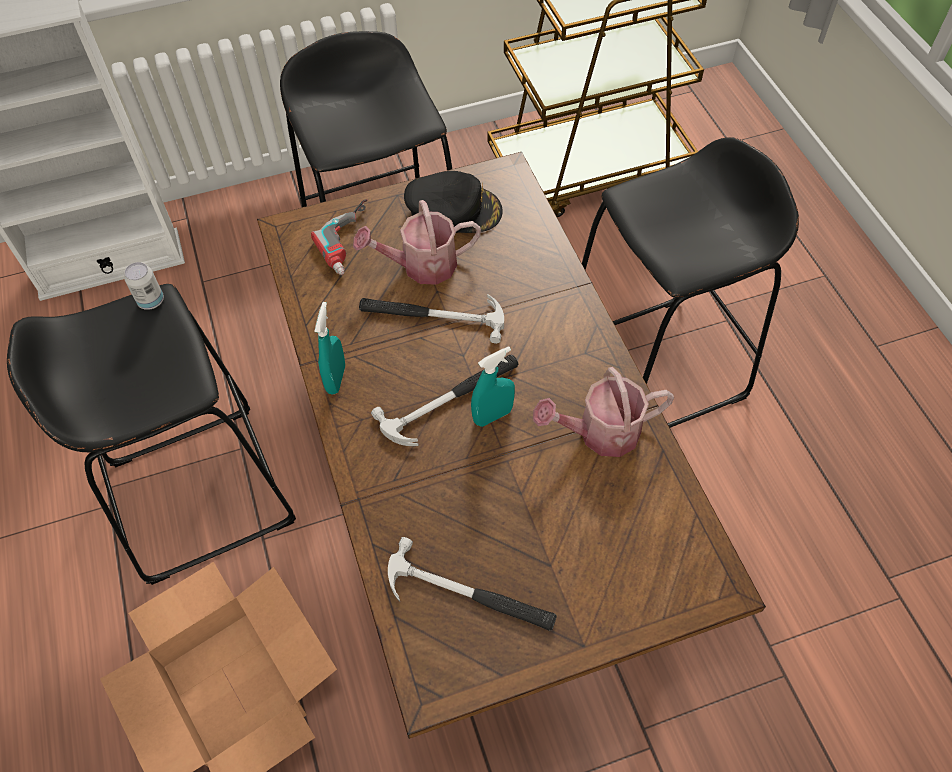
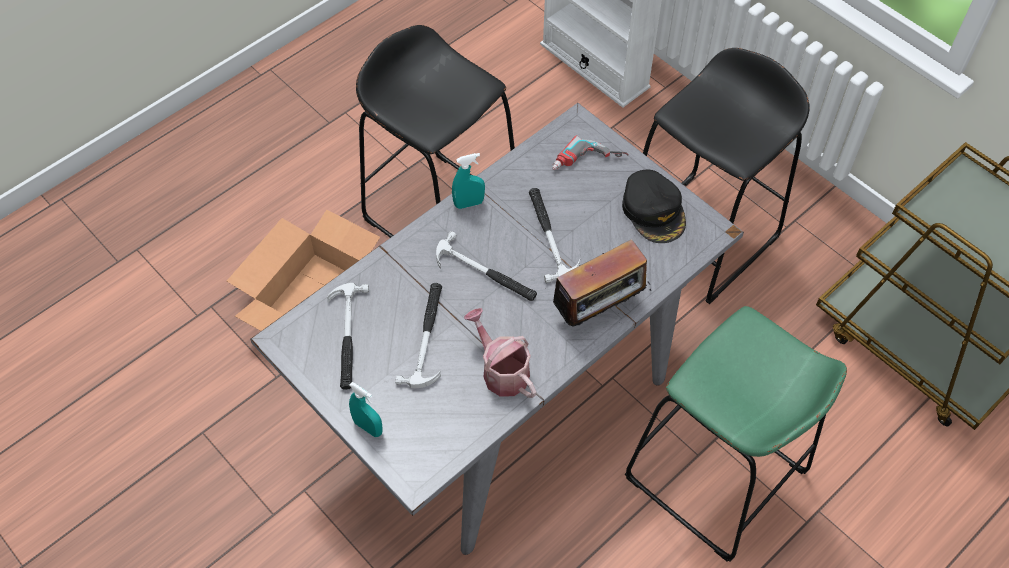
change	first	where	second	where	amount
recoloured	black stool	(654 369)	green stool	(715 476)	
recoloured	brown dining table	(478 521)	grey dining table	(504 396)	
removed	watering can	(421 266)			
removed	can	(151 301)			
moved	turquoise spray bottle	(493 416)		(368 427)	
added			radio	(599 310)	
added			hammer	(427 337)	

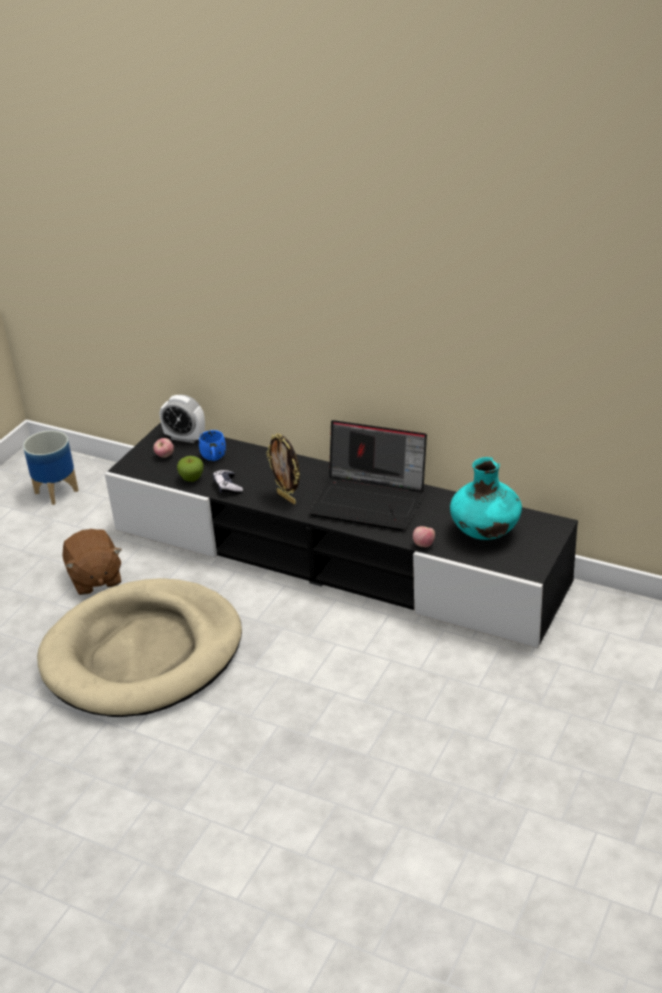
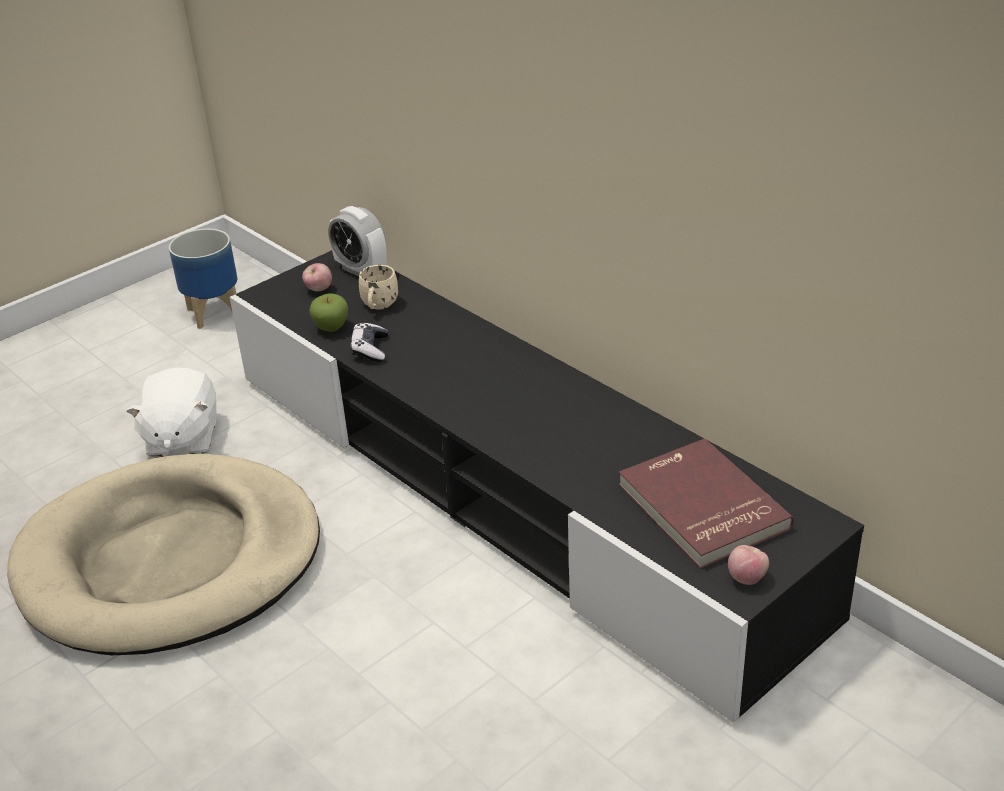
change	first	where	second	where	amount
removed	laptop	(371 500)			
recoloured	blue mug	(214 458)	beige mug	(378 306)	
removed	picture frame	(287 498)			
replaced	turquoise vase	(485 532)	red book	(700 507)	
moved	apple	(424 544)		(746 578)	
recoloured	brown plush toy	(95 578)	white plush toy	(182 438)	

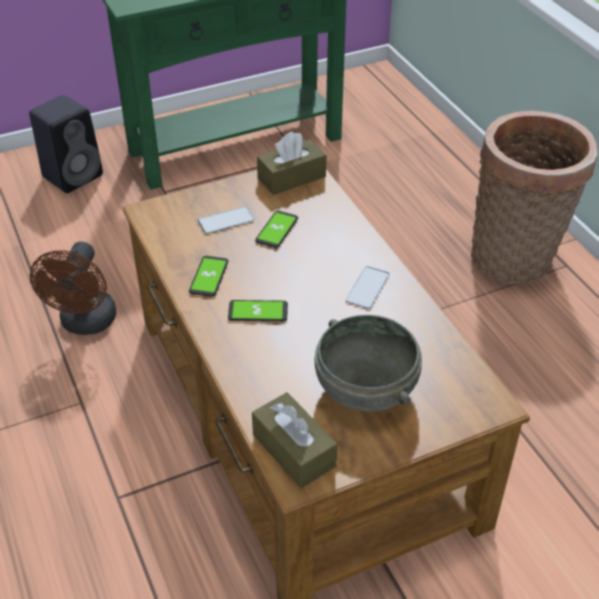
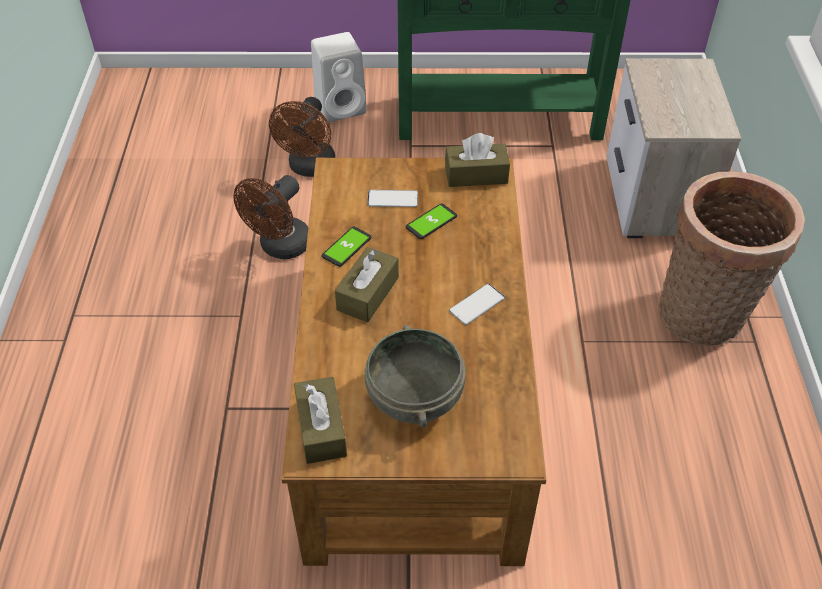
change	first	where	second	where	amount
recoloured	black speaker	(74 175)	white speaker	(342 107)	
replaced	phone	(258 312)	brown tissue box	(368 293)	
added			nightstand	(654 198)	
added			brown fan	(310 168)	

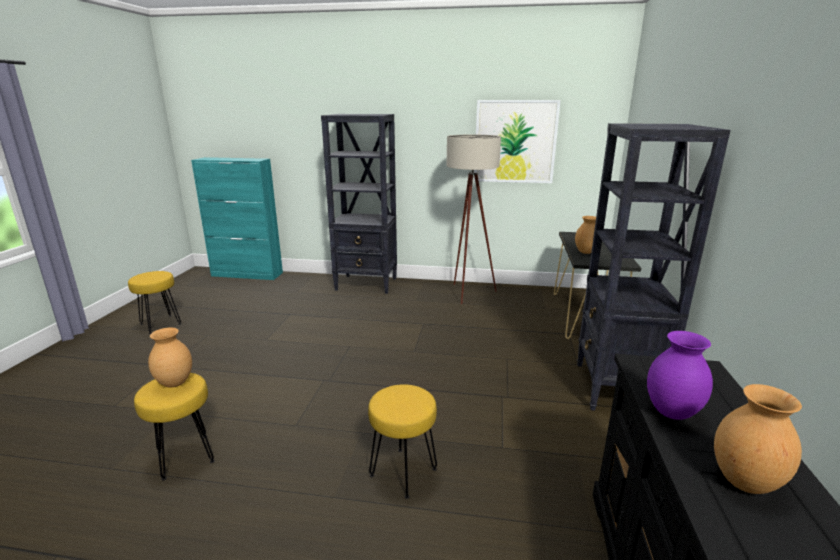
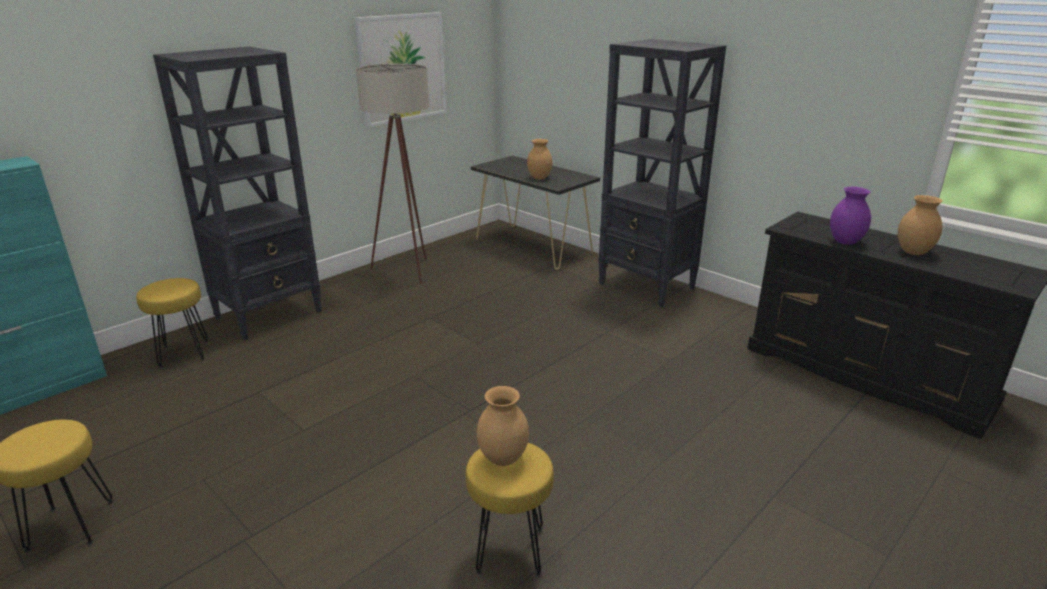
change	first	where	second	where	amount
moved	yellow stool	(403 473)		(184 353)	

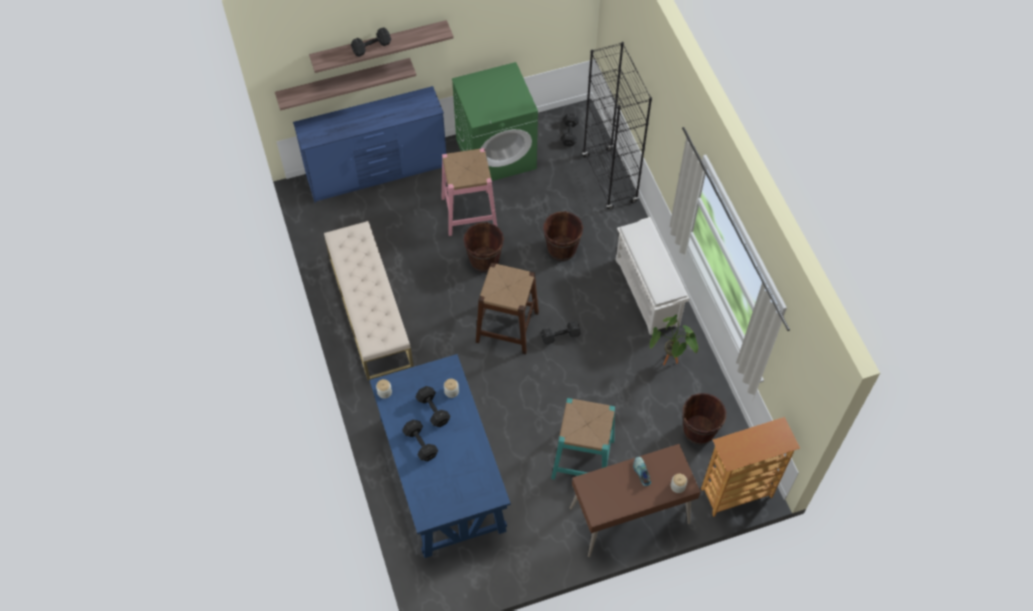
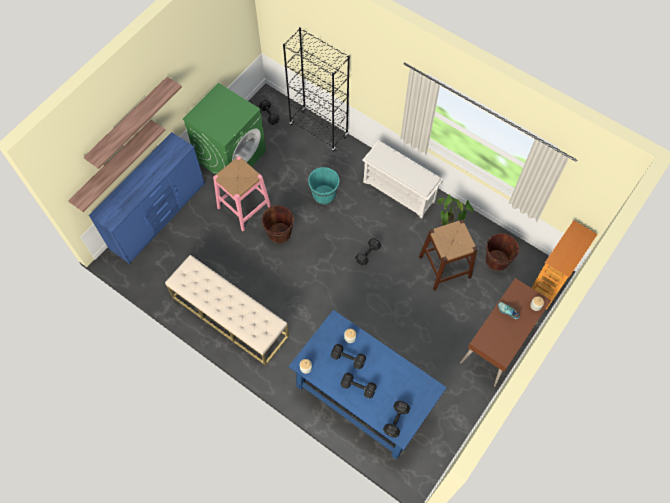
change	first	where	second	where	amount
moved	black dumbbell	(372 47)		(396 420)	
recoloured	brown bucket	(562 249)	turquoise bucket	(324 195)	
moved	brown stool	(507 327)		(444 267)	
removed	turquoise stool	(583 459)			

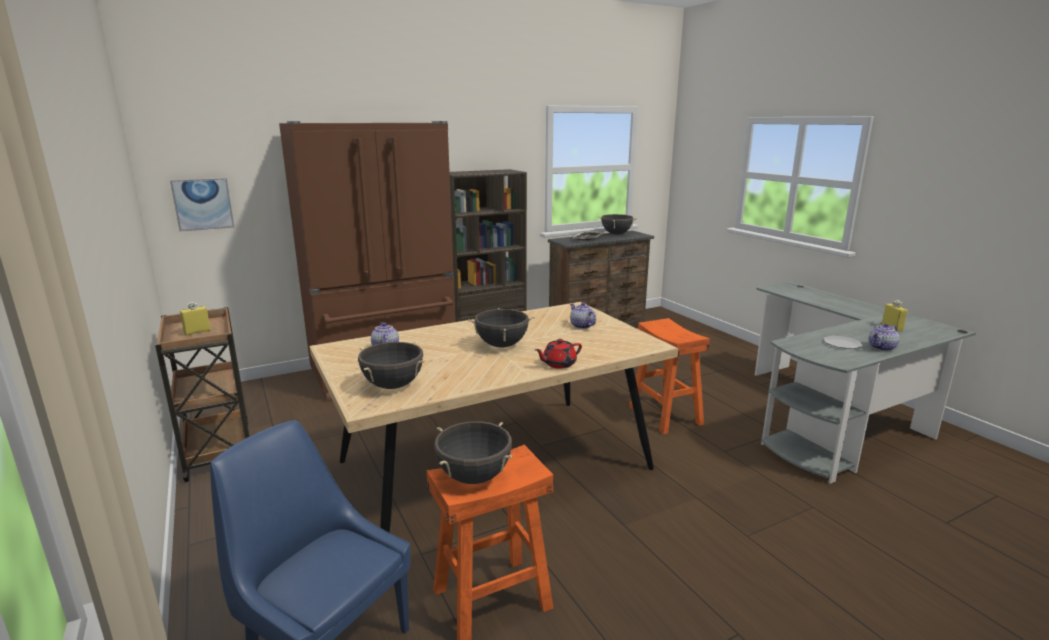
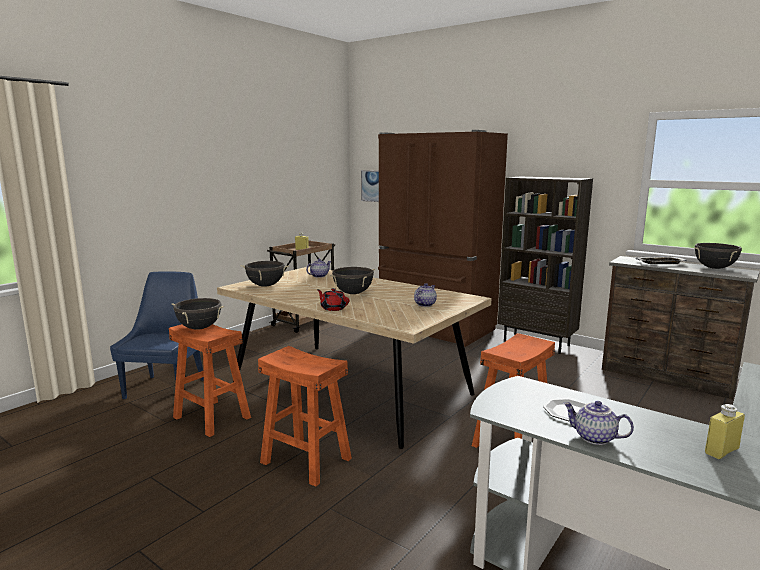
change	first	where	second	where	amount
added			orange stool	(305 460)	

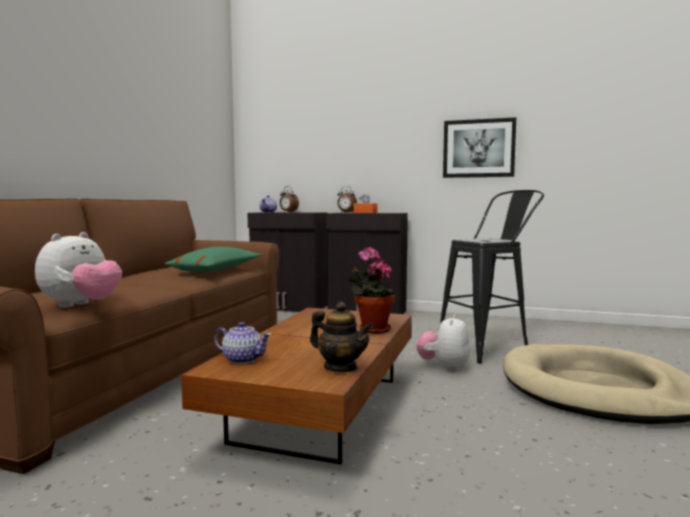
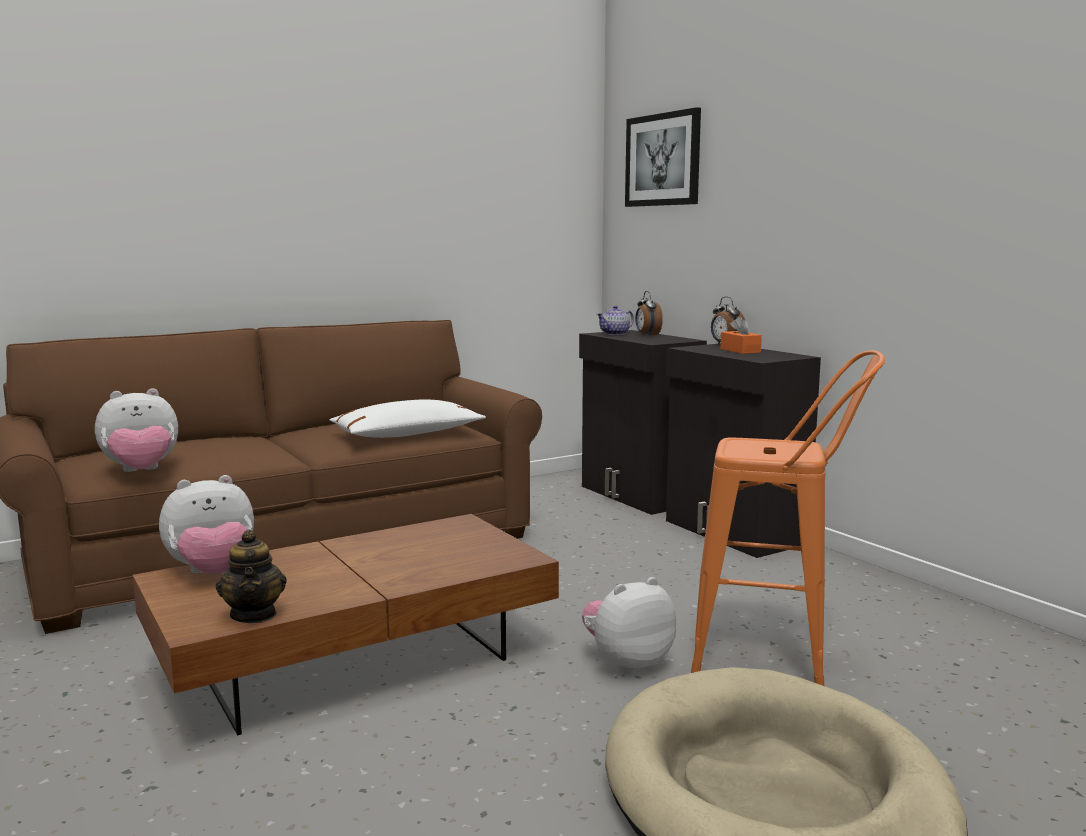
change	first	where	second	where	amount
moved	picture	(478 148)		(663 160)	
recoloured	black stool	(489 349)	orange stool	(777 658)	
recoloured	green pillow	(216 270)	white pillow	(407 435)	
removed	potted plant	(371 329)			
replaced	teapot	(242 359)	plush toy	(212 573)	

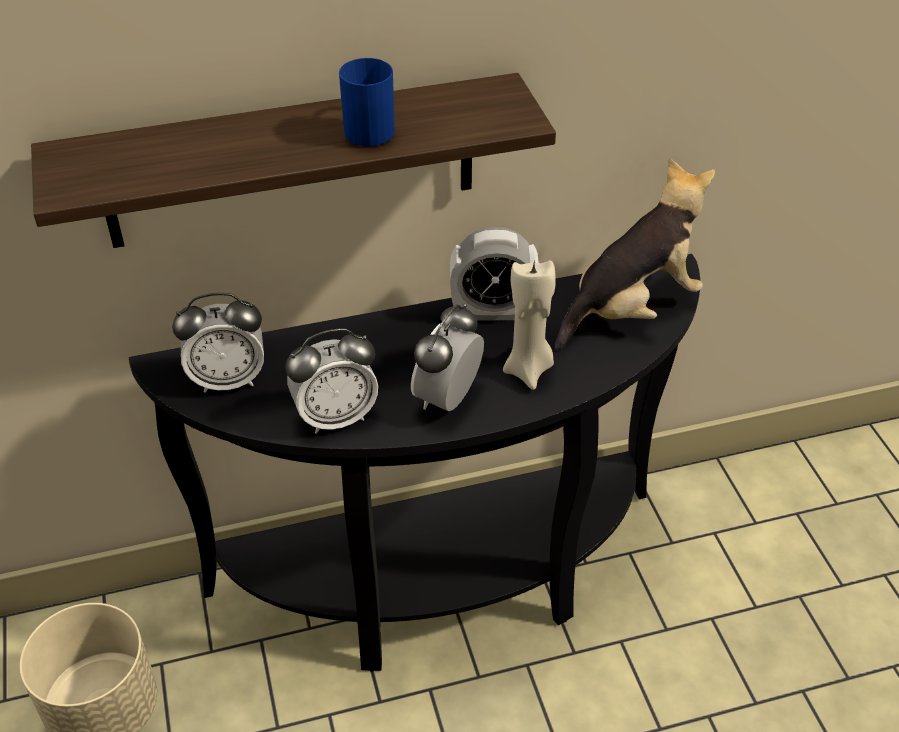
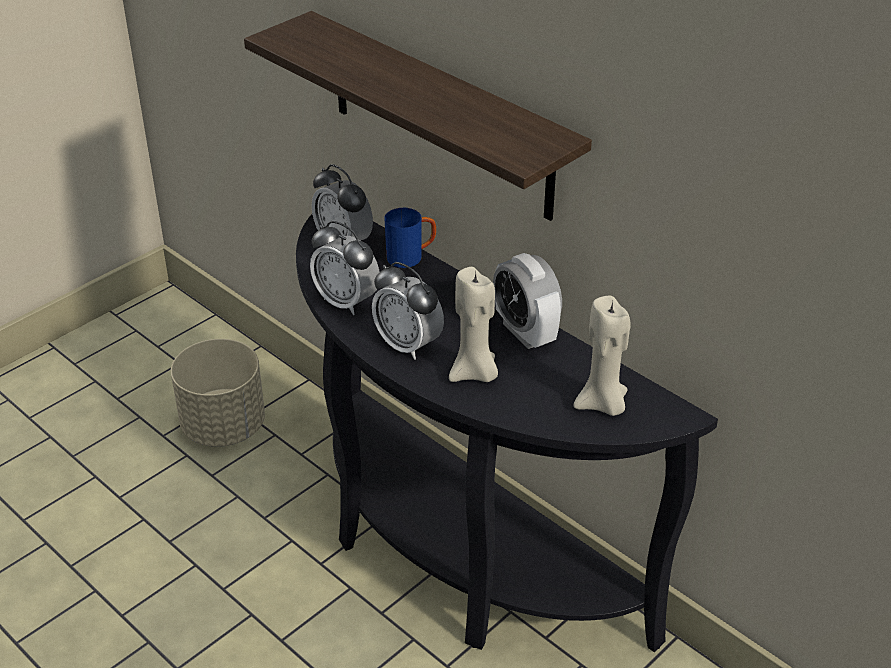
change	first	where	second	where	amount
moved	blue mug	(372 128)		(411 257)	
replaced	plush toy	(631 308)	beige candle	(602 405)	
turned	alarm clock	(448 398)		(408 345)	135 degrees counterclockwise

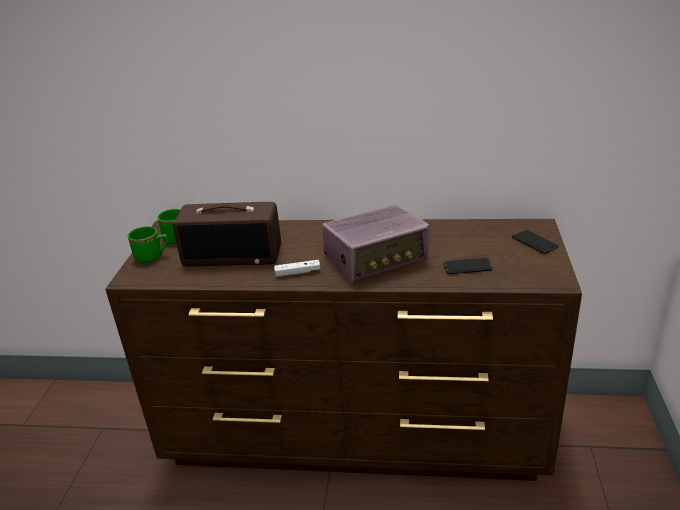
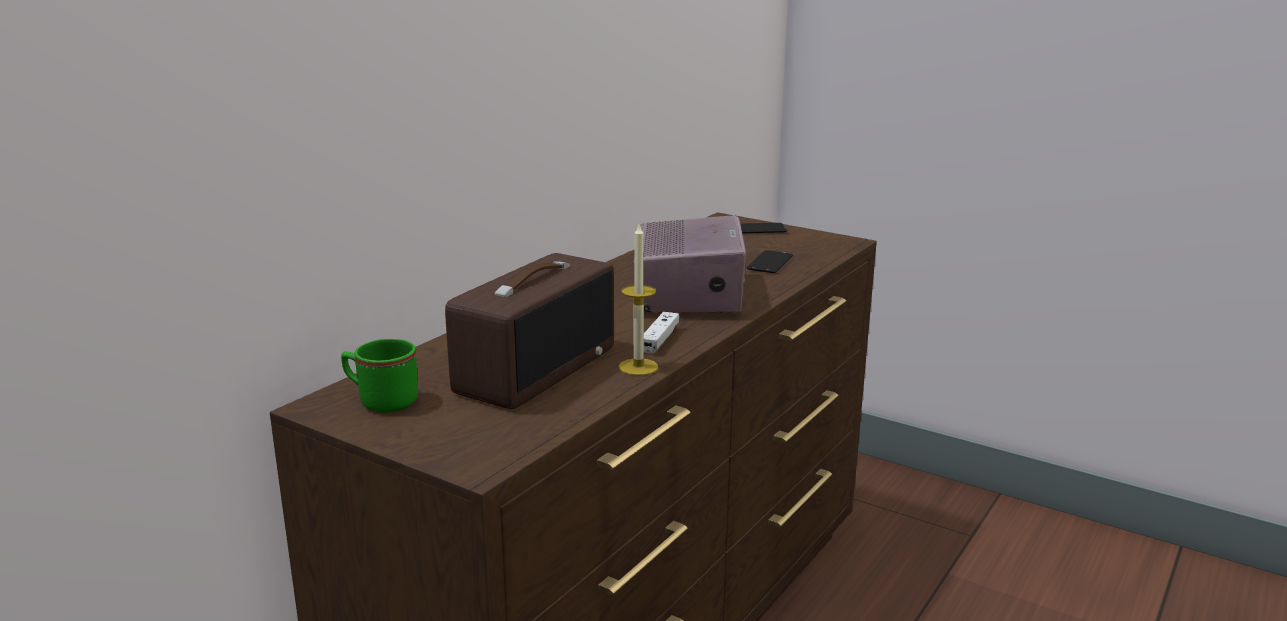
change	first	where	second	where	amount
removed	green mug	(153 257)			
added			candle	(638 367)	

